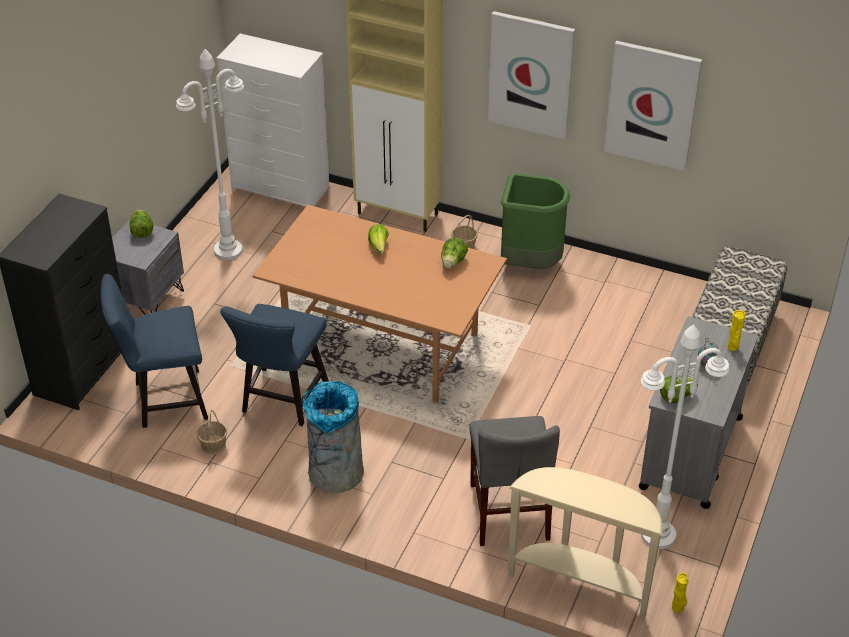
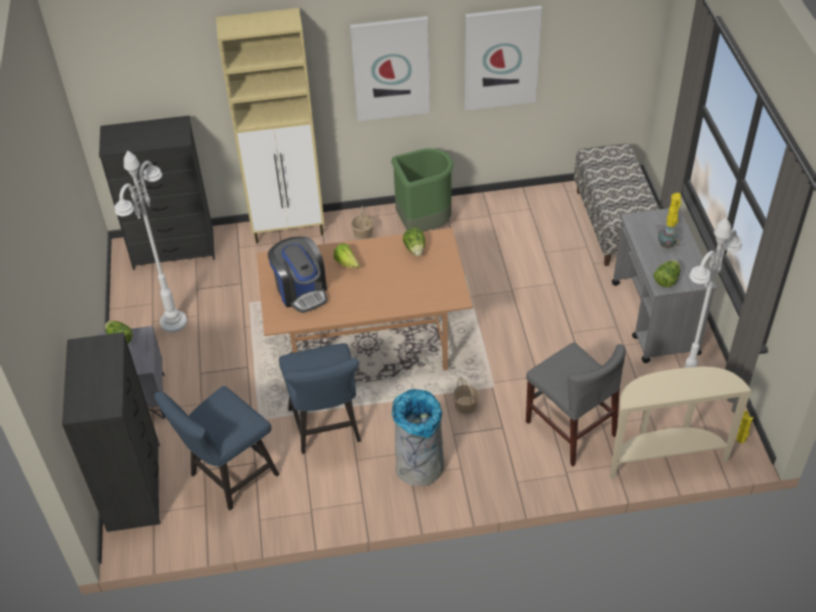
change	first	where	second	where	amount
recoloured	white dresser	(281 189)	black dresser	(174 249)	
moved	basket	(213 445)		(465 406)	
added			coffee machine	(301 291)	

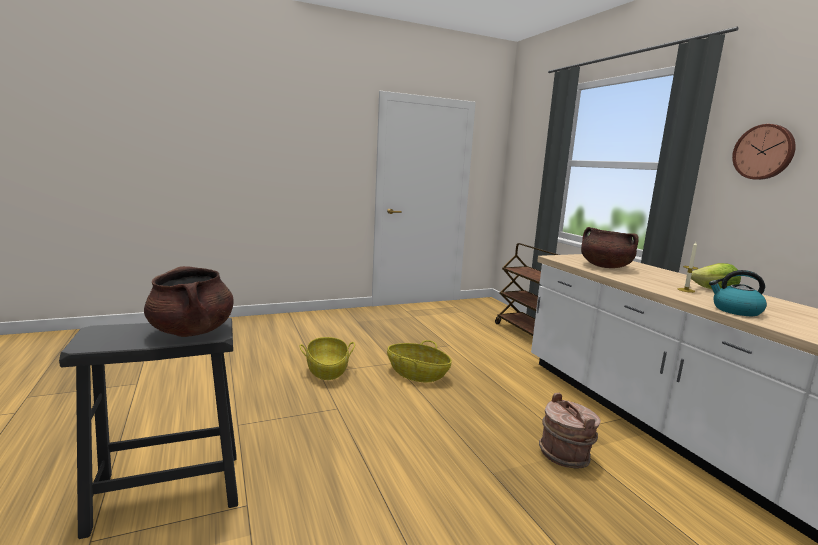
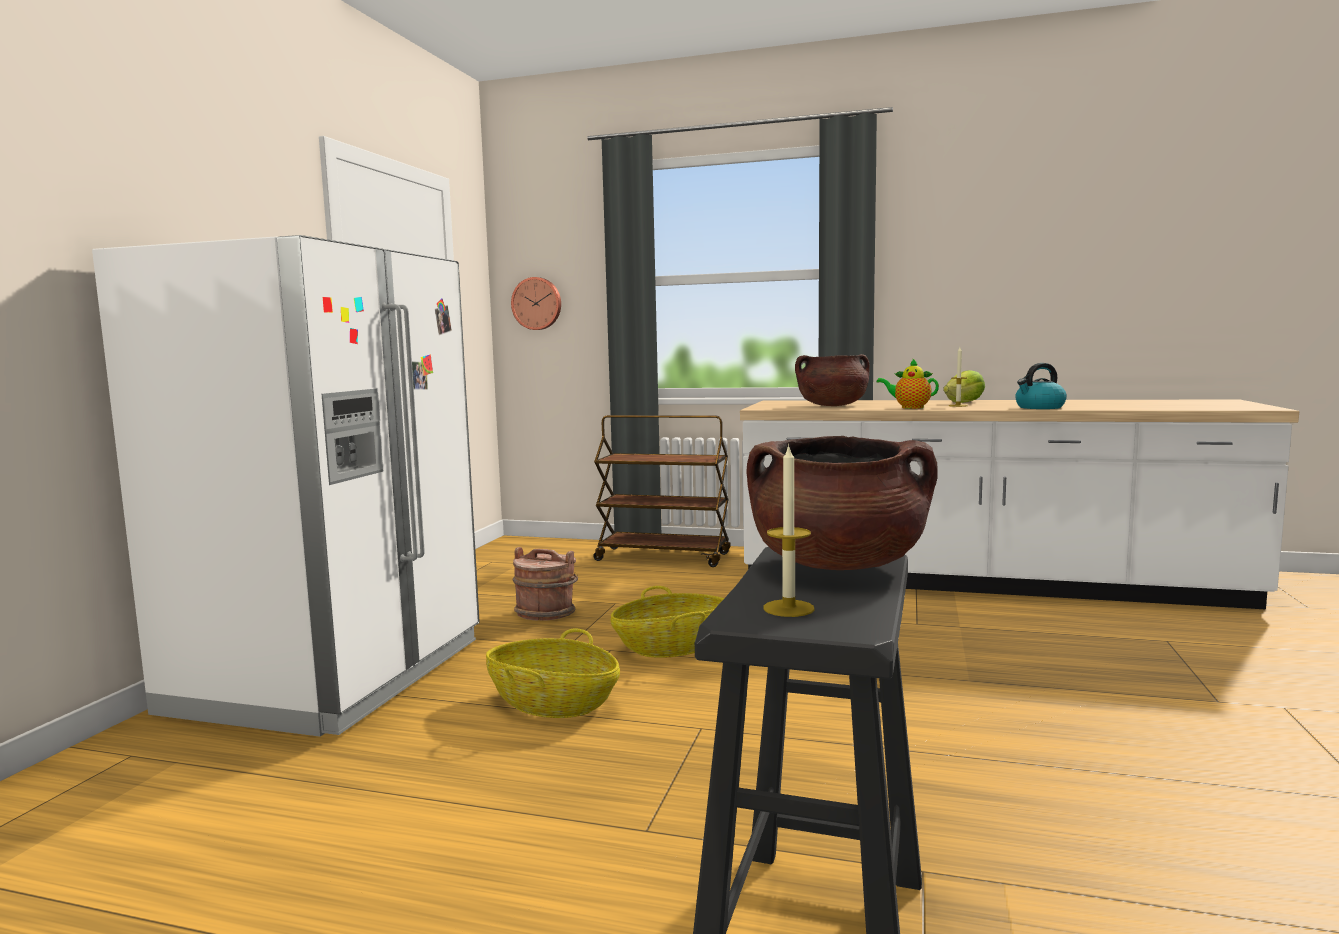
change	first	where	second	where	amount
moved	wall clock	(764 152)		(537 303)	
moved	brown bucket	(565 455)		(546 613)	
added			white fridge	(332 675)	
added			teapot	(909 407)	
added			candle	(788 608)	

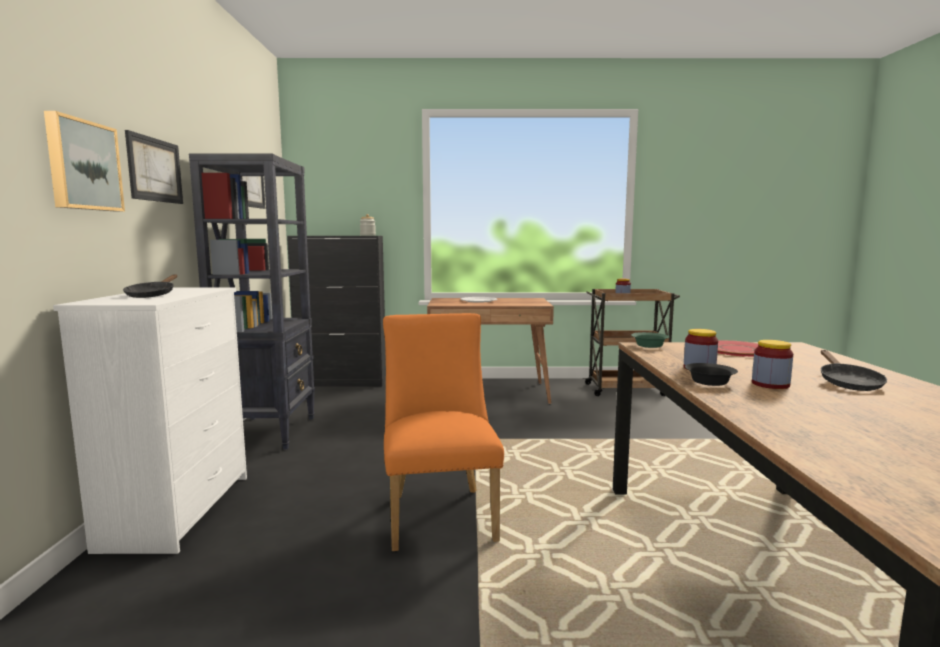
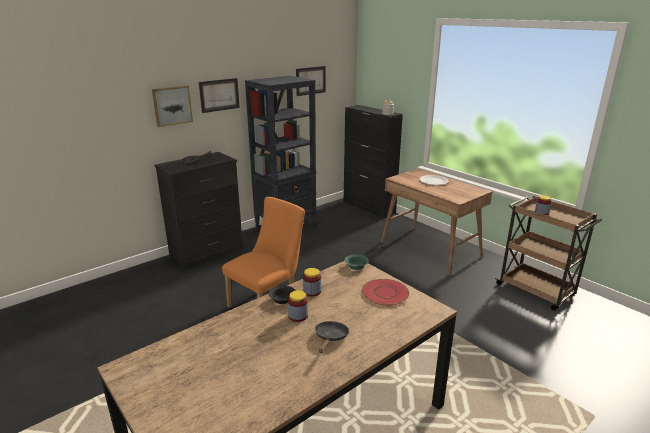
change	first	where	second	where	amount
recoloured	white dresser	(180 510)	black dresser	(207 252)	
turned	black frying pan	(847 383)		(330 338)	135 degrees clockwise

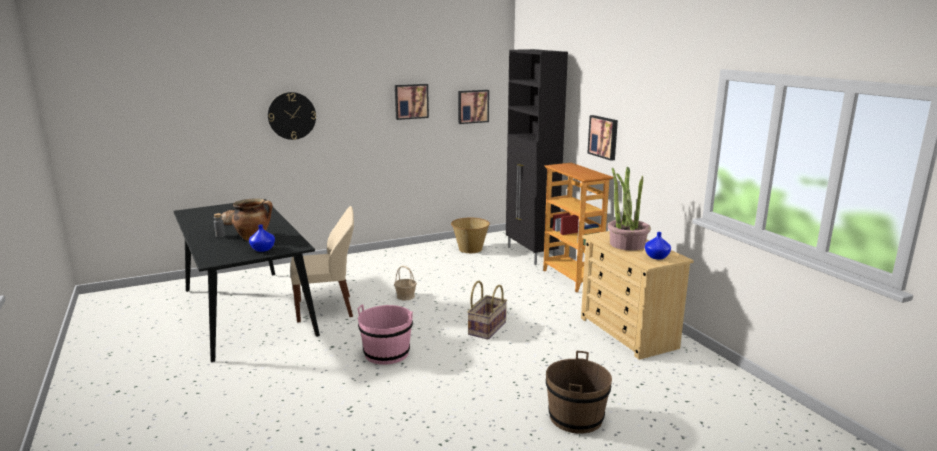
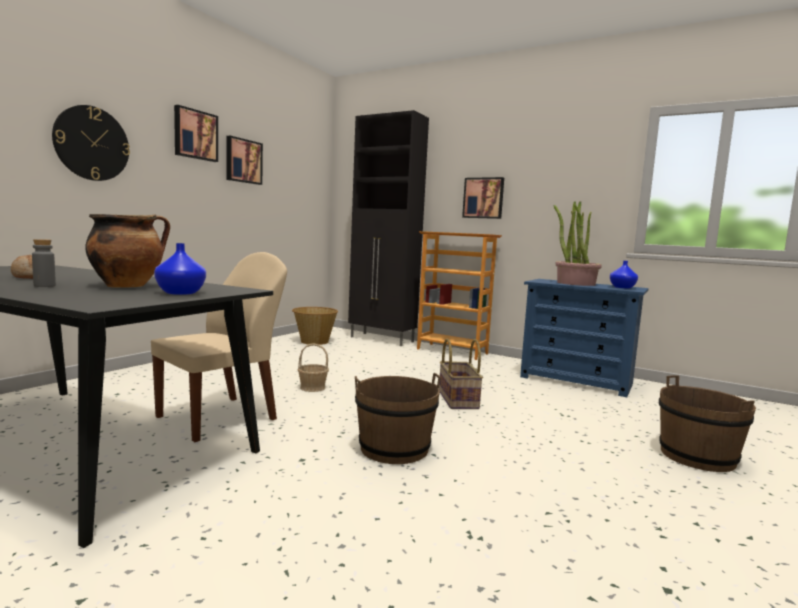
change	first	where	second	where	amount
moved	picture	(472 106)		(195 135)	
recoloured	beige dresser	(628 333)	blue dresser	(576 380)	
recoloured	pink bucket	(387 353)	brown bucket	(394 448)	

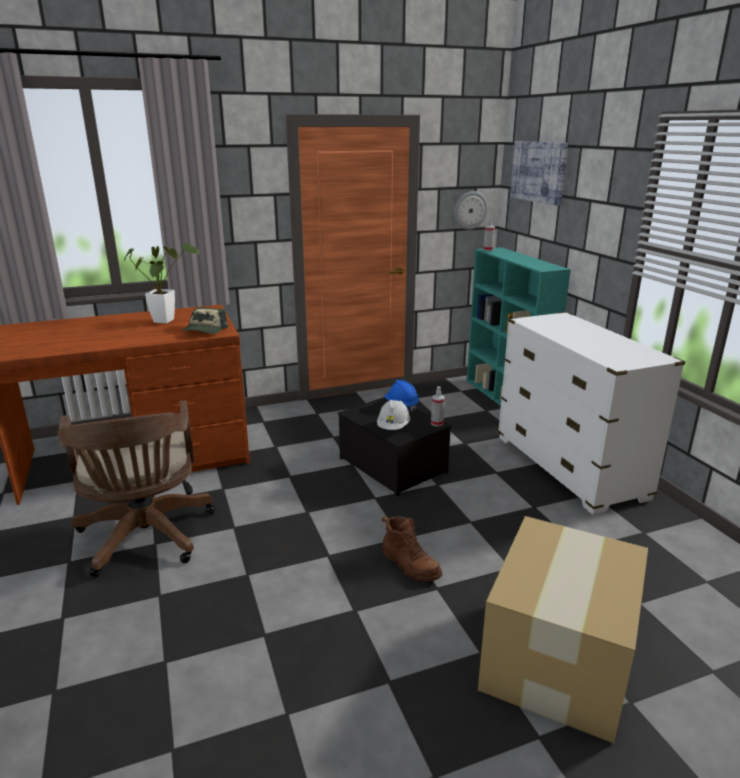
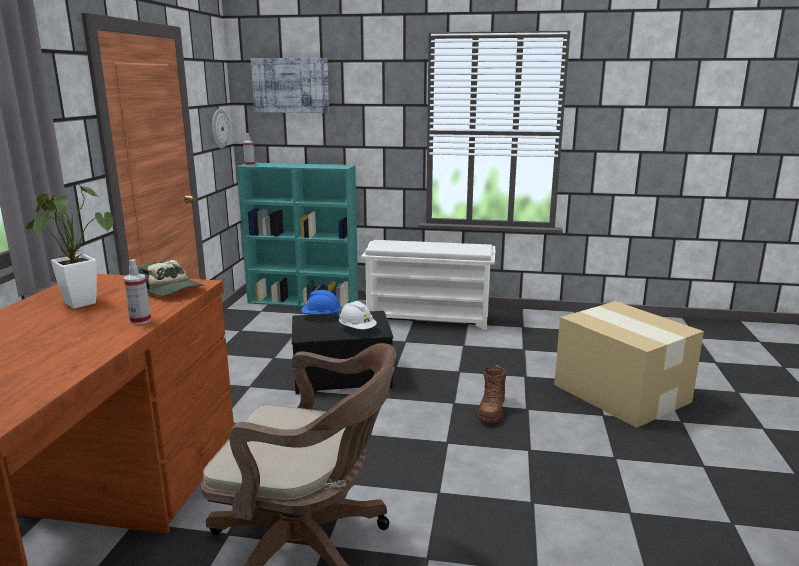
change	first	where	second	where	amount
replaced	white dresser	(569 467)	white shoe rack	(429 318)	
moved	spray bottle	(437 423)		(140 321)	
turned	brown boot	(410 565)		(491 410)	120 degrees clockwise

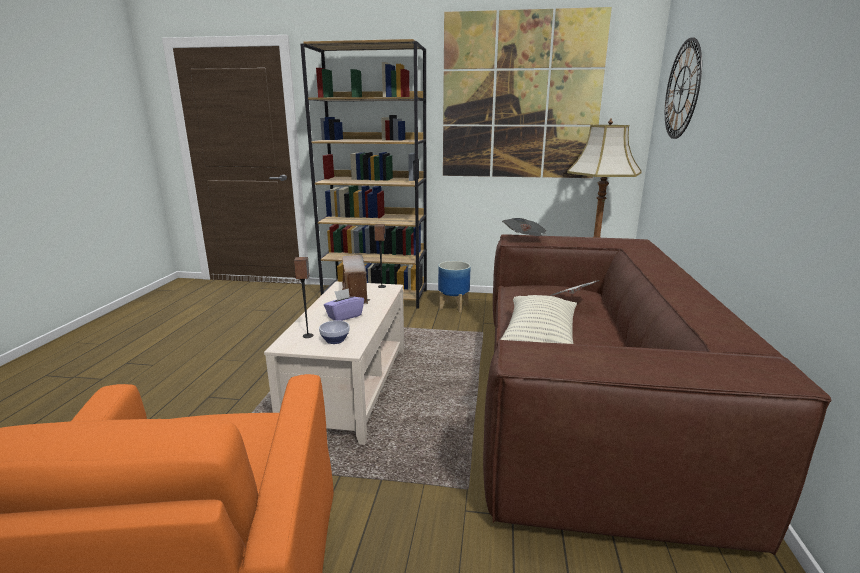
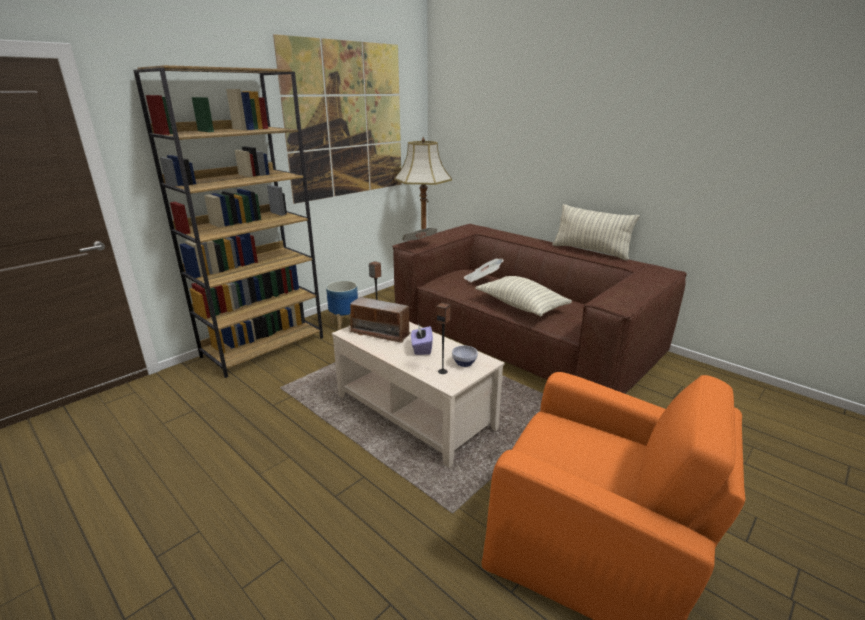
change	first	where	second	where	amount
removed	wall clock	(682 90)			
added			pillow	(590 251)	

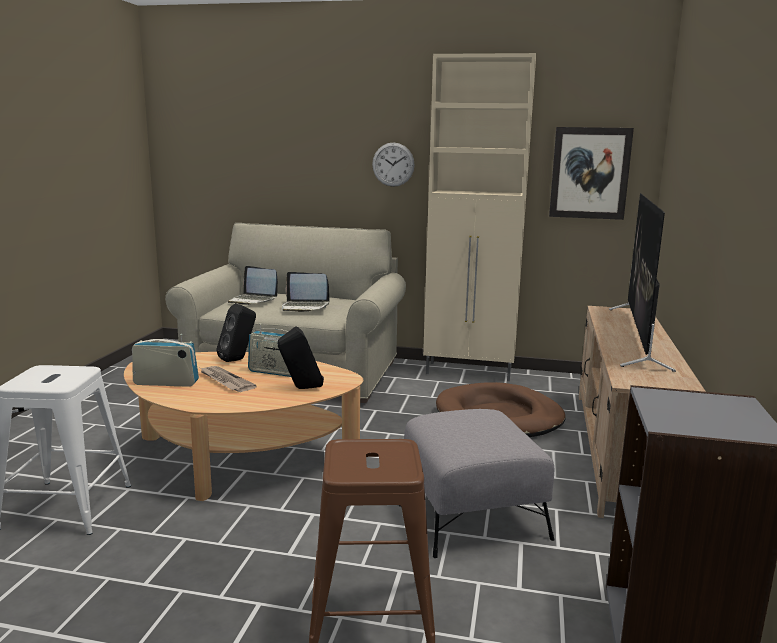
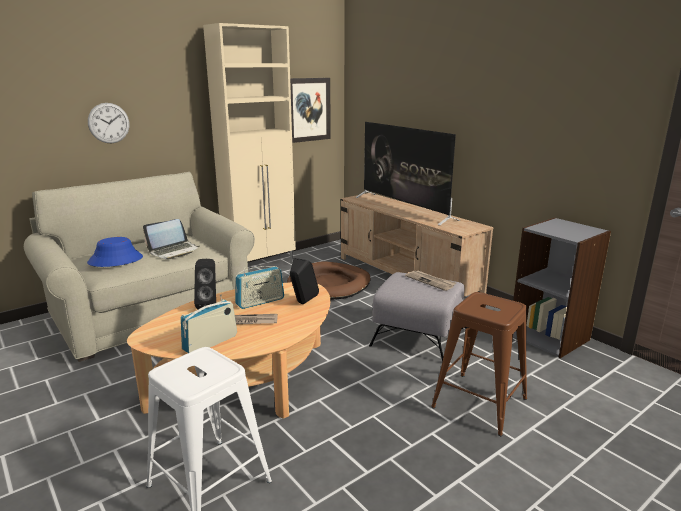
change	first	where	second	where	amount
moved	wall clock	(393 164)		(108 123)	
replaced	laptop	(253 300)	blue hat	(115 260)	
added			newspaper	(430 281)	

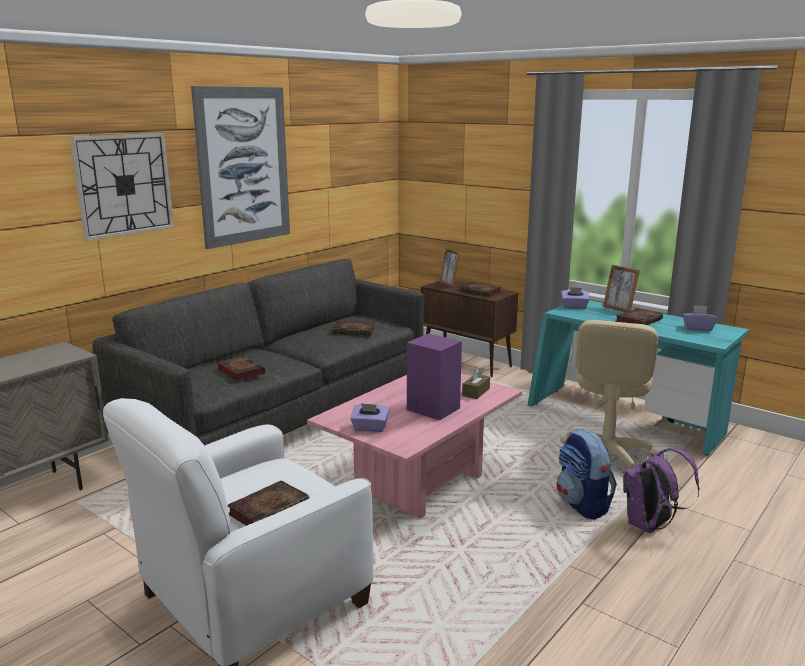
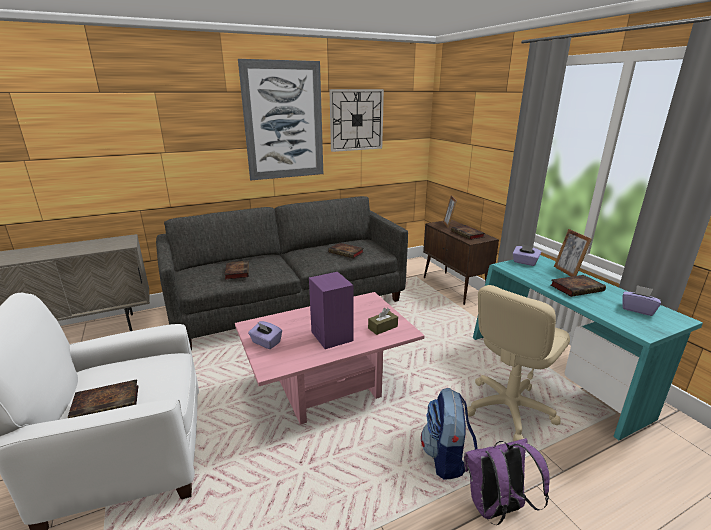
change	first	where	second	where	amount
moved	wall clock	(124 185)		(356 120)	

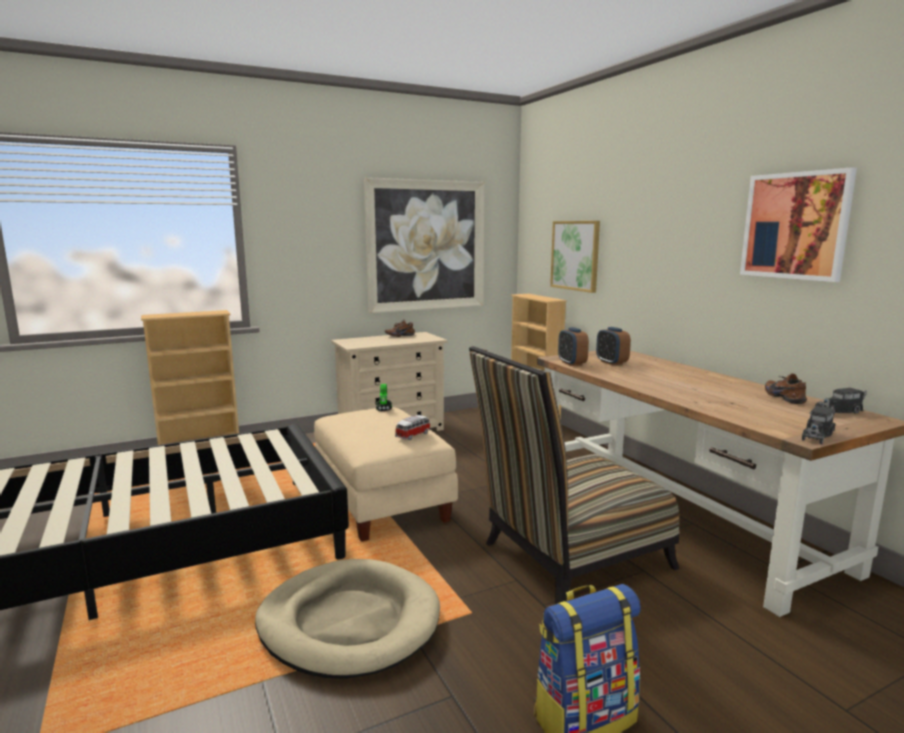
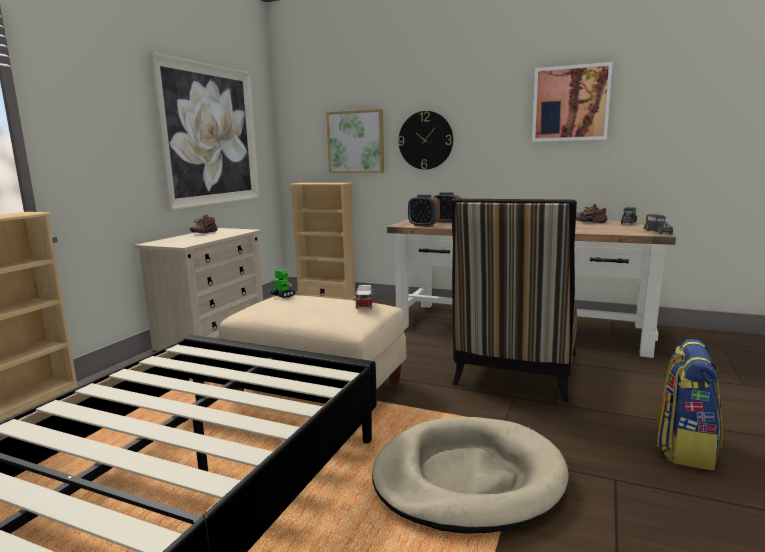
change	first	where	second	where	amount
added			wall clock	(425 140)	

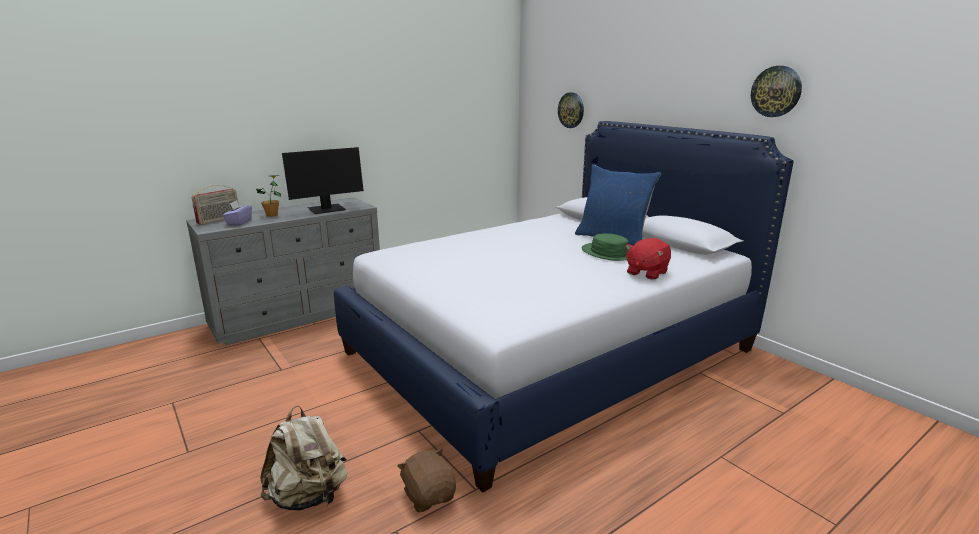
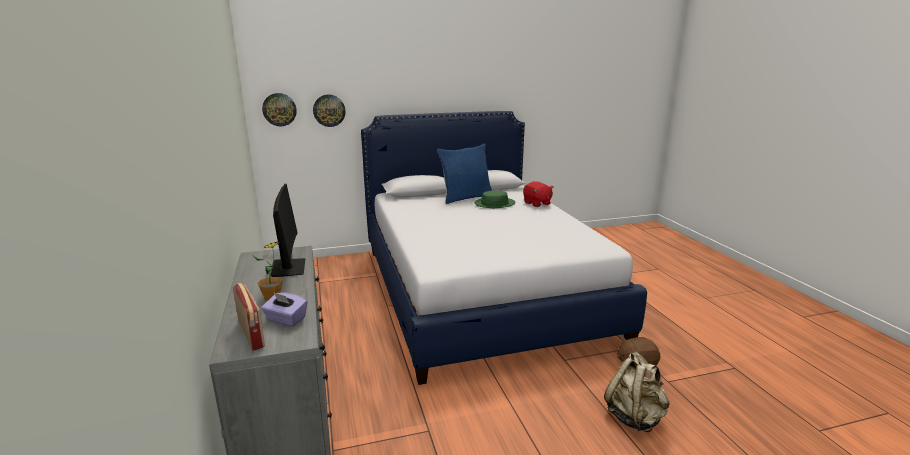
change	first	where	second	where	amount
moved	wall clock	(776 91)		(279 109)	

